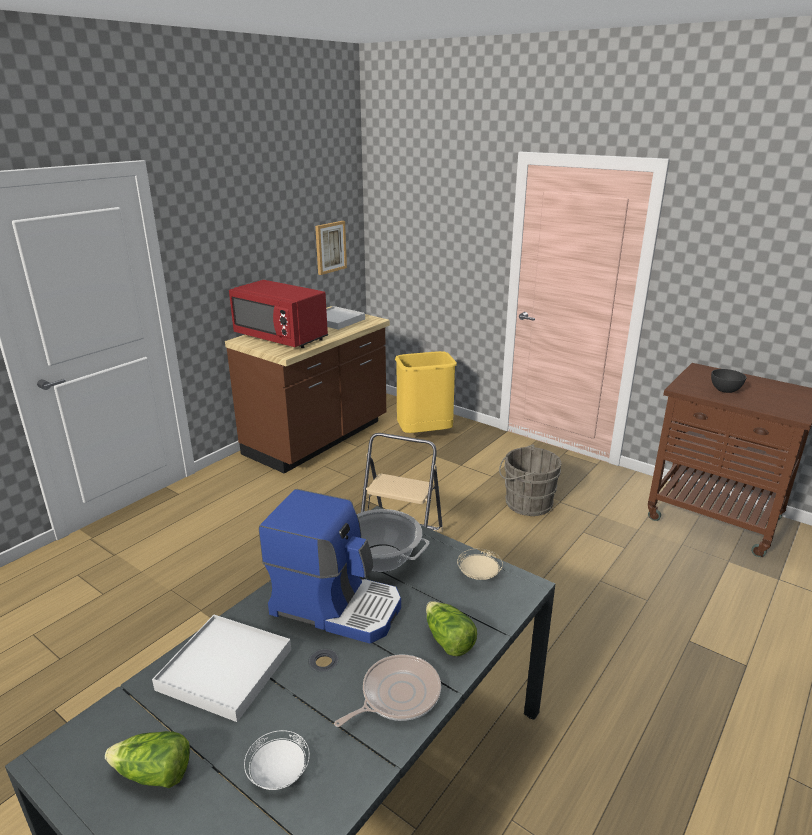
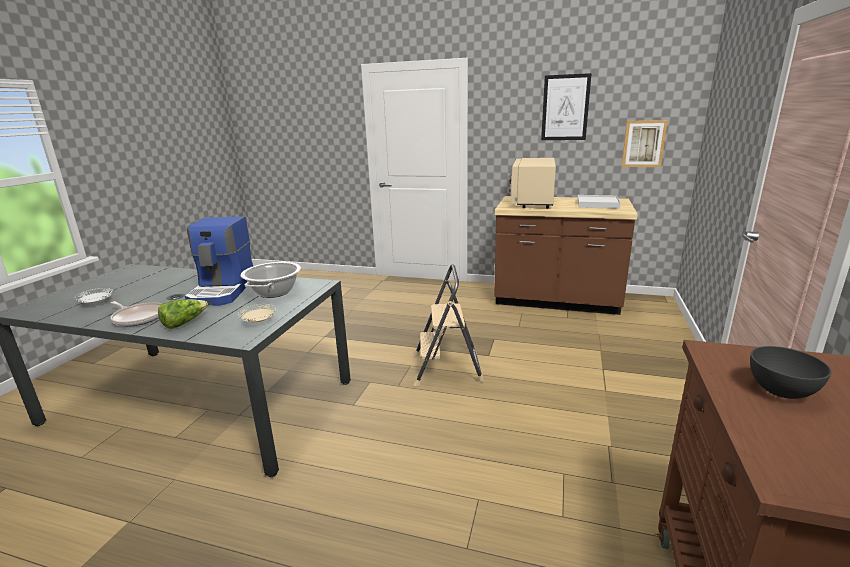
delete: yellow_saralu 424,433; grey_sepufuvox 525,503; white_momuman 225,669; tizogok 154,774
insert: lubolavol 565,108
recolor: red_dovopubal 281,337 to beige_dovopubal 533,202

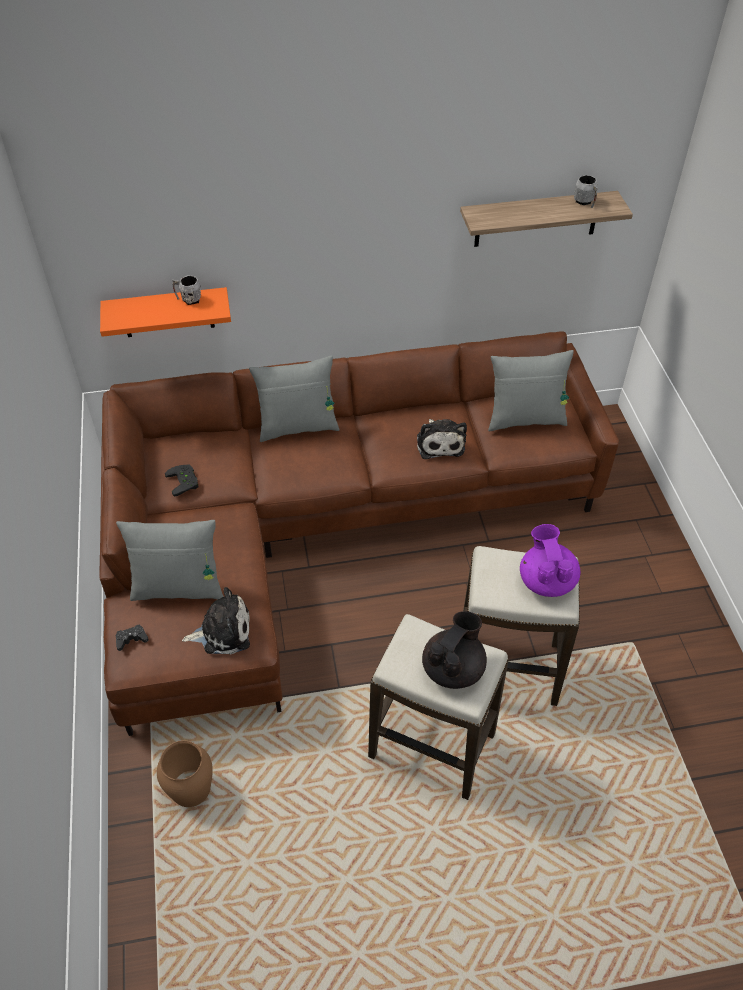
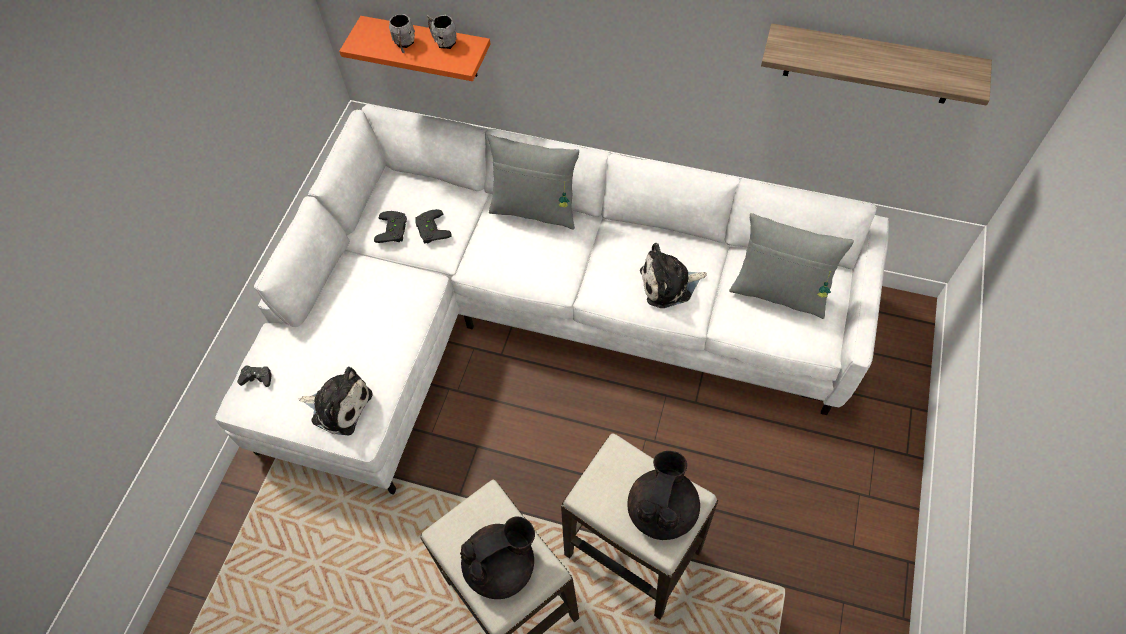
delete: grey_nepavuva 178,588; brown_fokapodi 191,788
insert: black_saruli 430,229
move: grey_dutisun 585,202 to 404,44
recolor: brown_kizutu 322,527 to white_kizutu 537,317; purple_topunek 546,580 to black_topunek 662,509
rotate: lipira 440,443 = 669,284 60 degrees clockwise

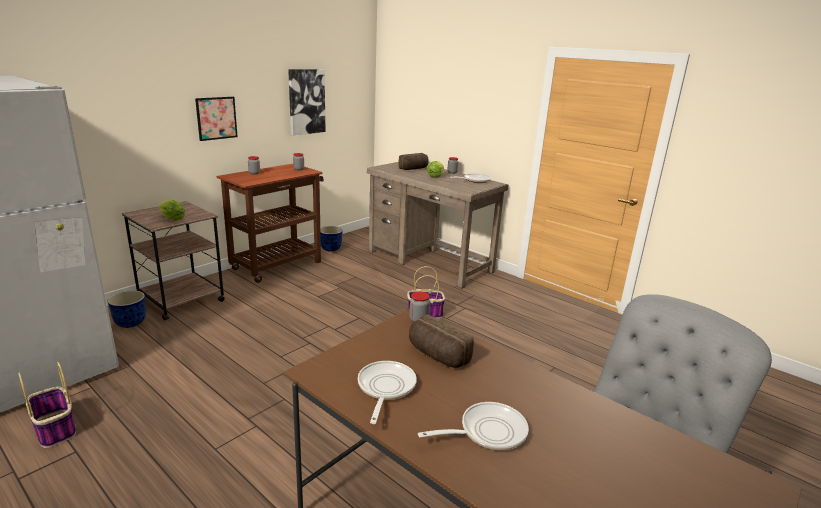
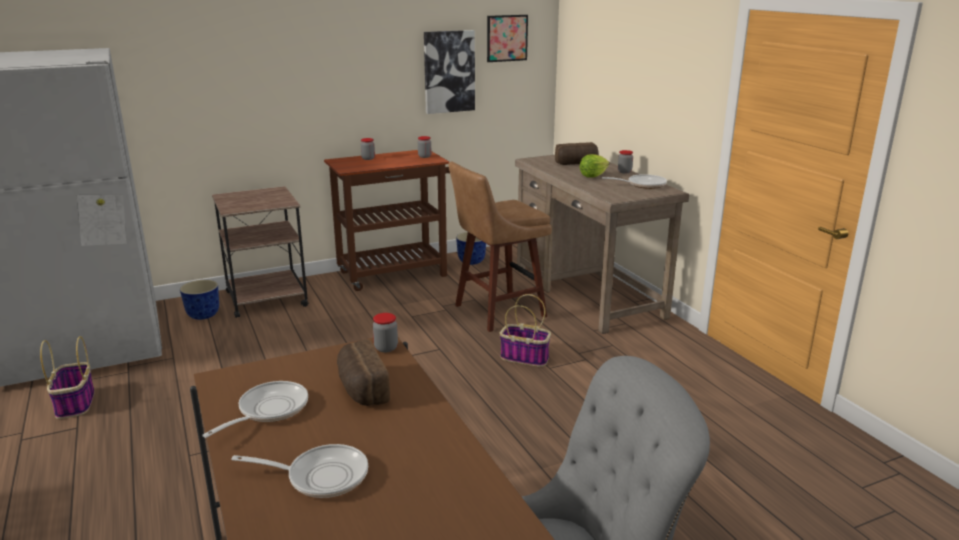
delete: tizogok 171,219
insert: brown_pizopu 497,311
move: lubolavol 216,118 to 507,38

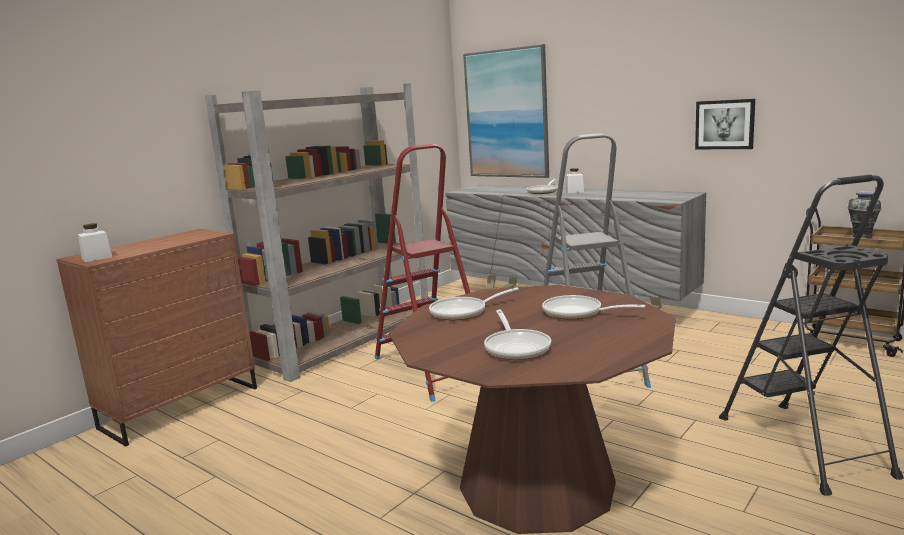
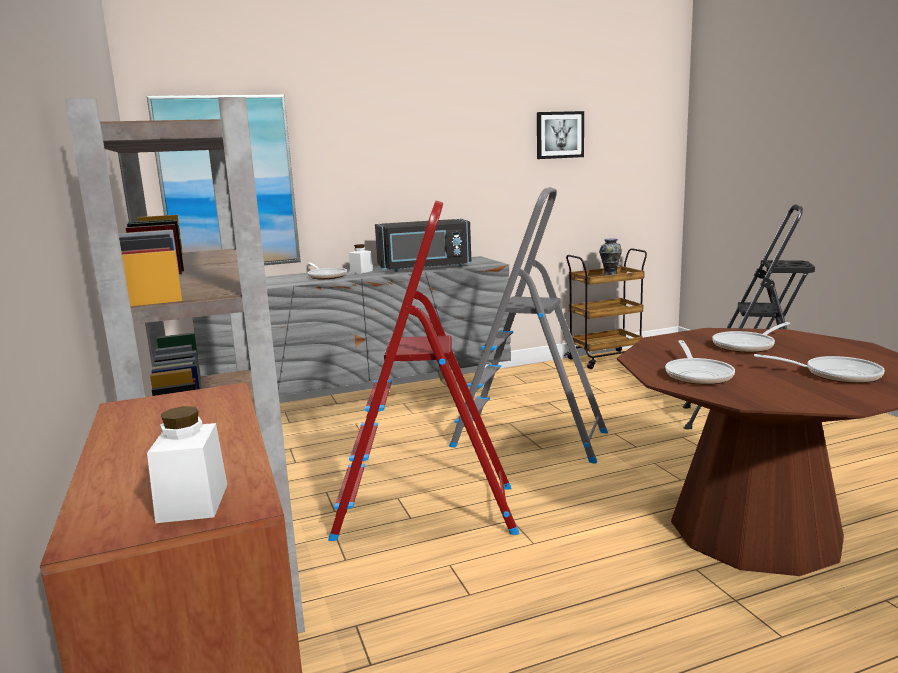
insert: black_dovopubal 425,268
move: lubolavol 725,124 to 559,135

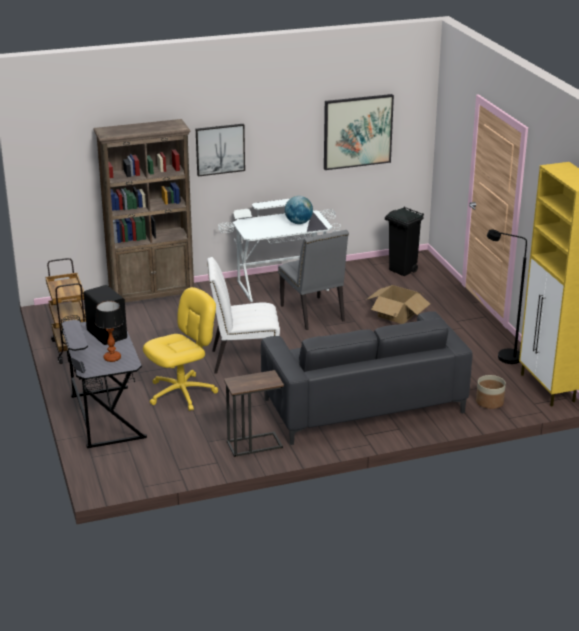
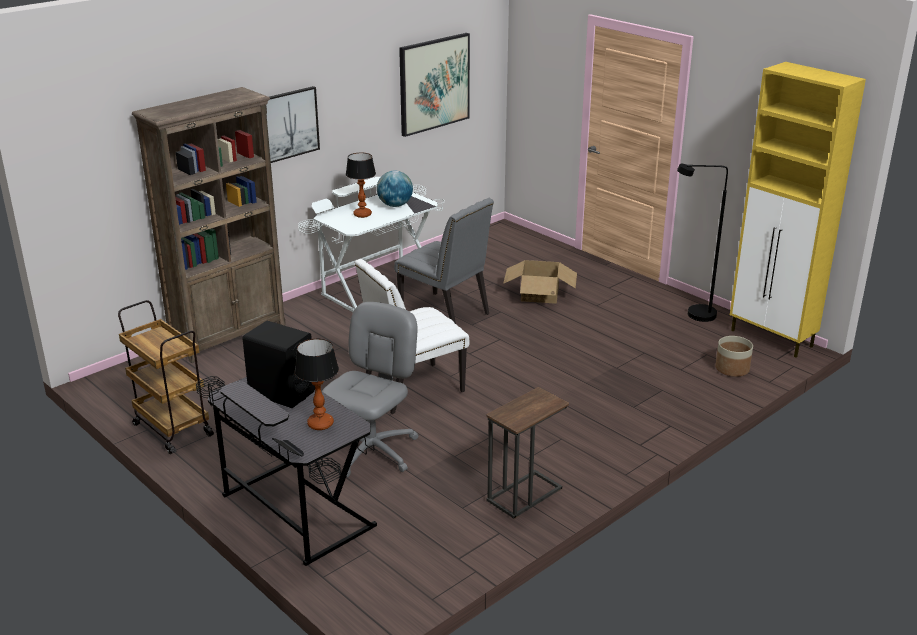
delete: black_saralu 402,270; grey_kizutu 363,406
insert: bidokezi 362,214
recolor: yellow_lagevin 182,393 to grey_lagevin 372,450

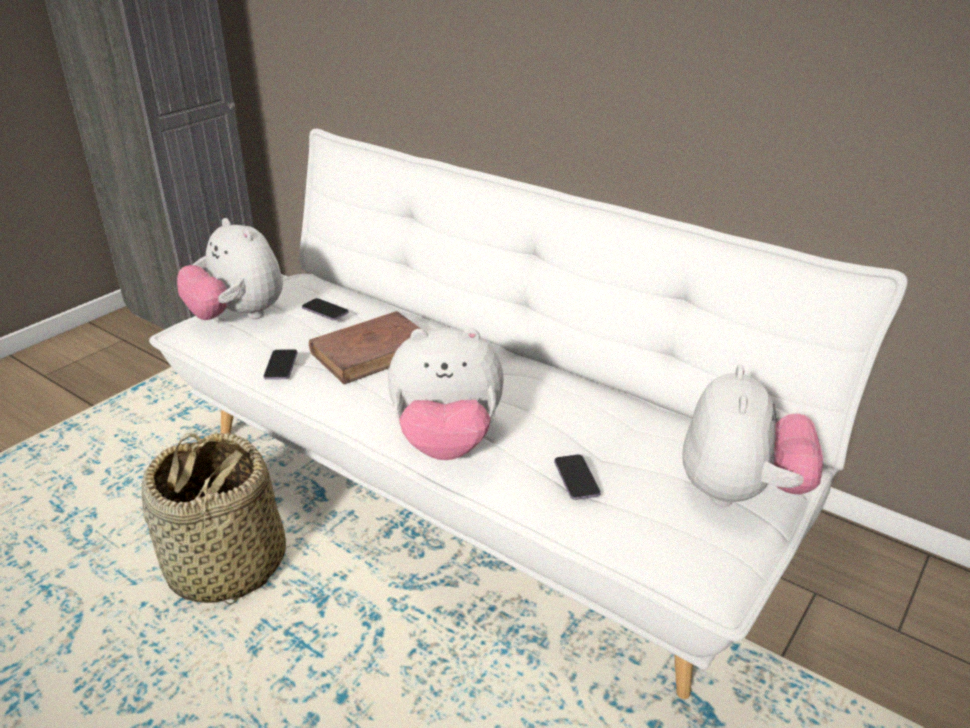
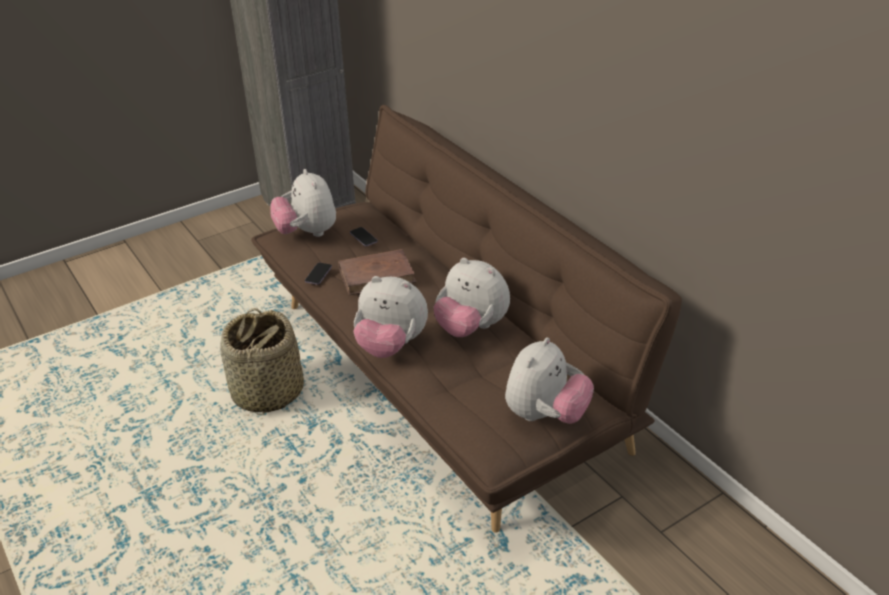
delete: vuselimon 576,478
insert: lipira 471,328
recolor: white_kizutu 485,481 to brown_kizutu 446,374

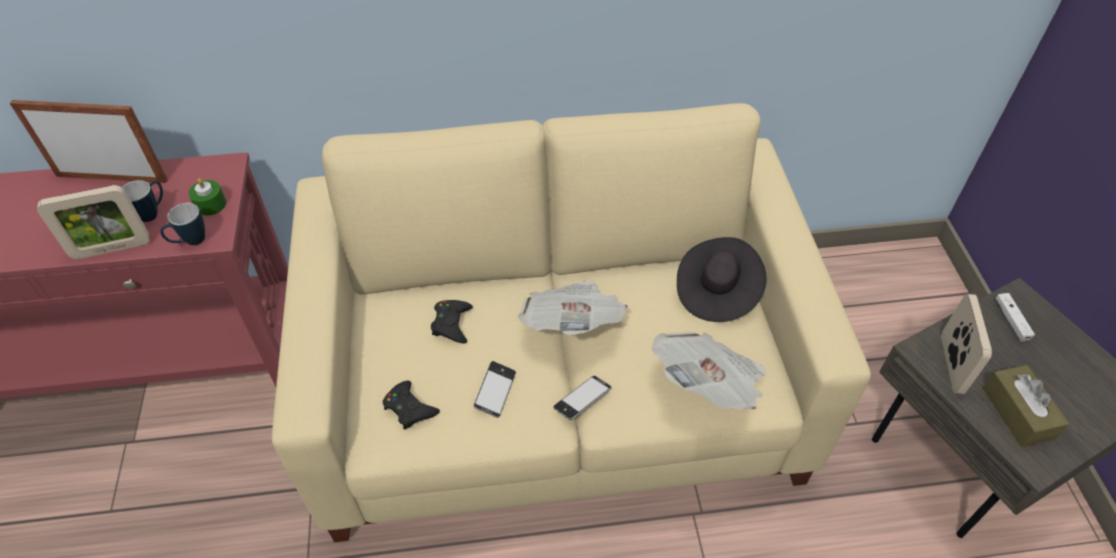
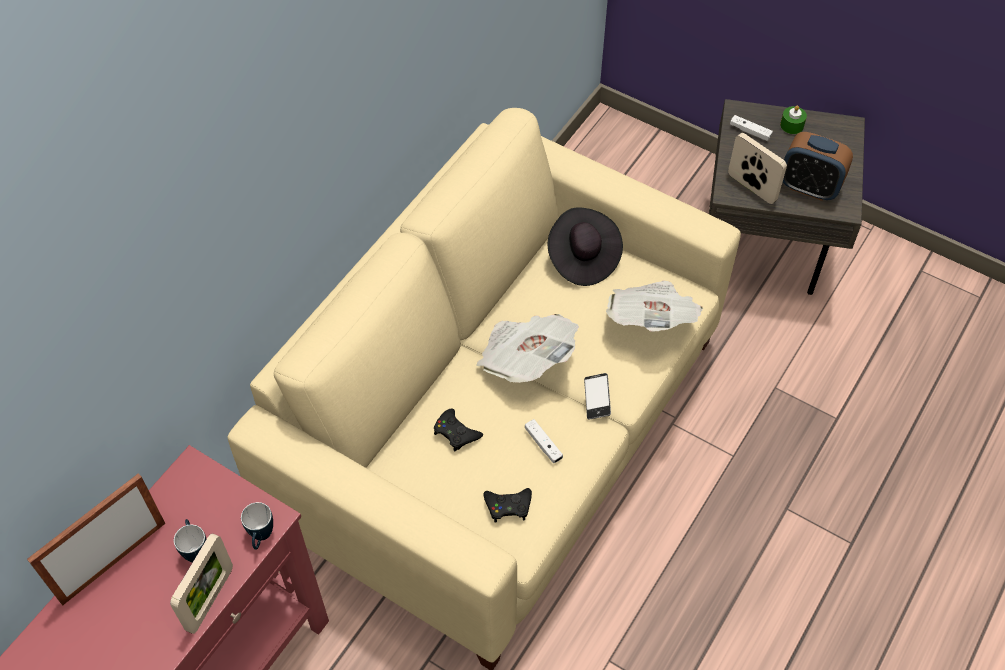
move: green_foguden 210,204 to 791,125
replace: vuselimon 495,392 to white_saruli 543,444; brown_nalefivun 1017,413 to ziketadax 809,187

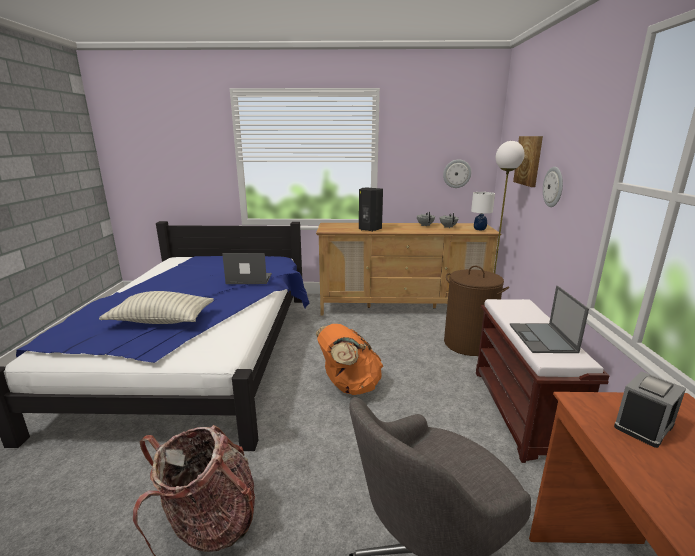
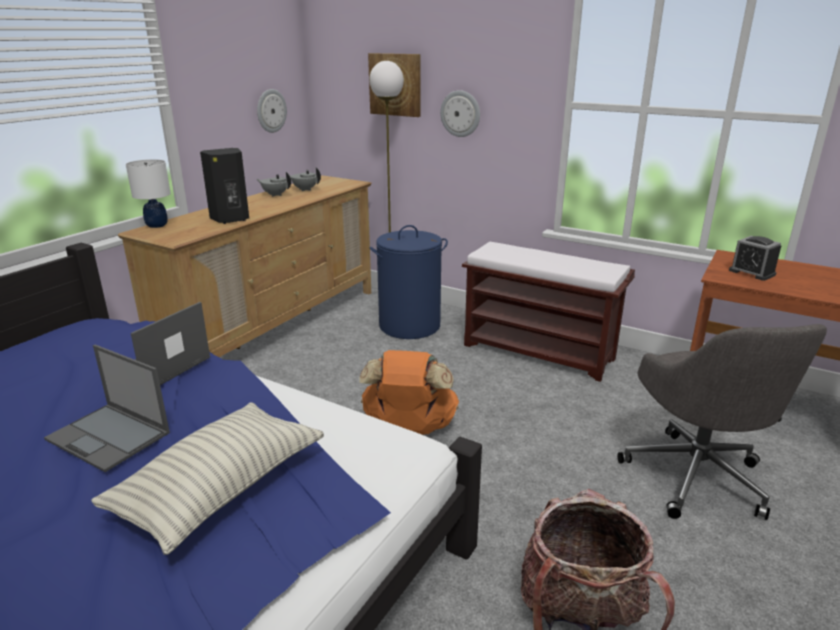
move: white_bidokezi 479,229 to 156,226; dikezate 542,338 to 109,436
recolor: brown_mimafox 468,344 to blue_mimafox 410,325
rotate: ziketadax 643,426 = 752,272 150 degrees clockwise

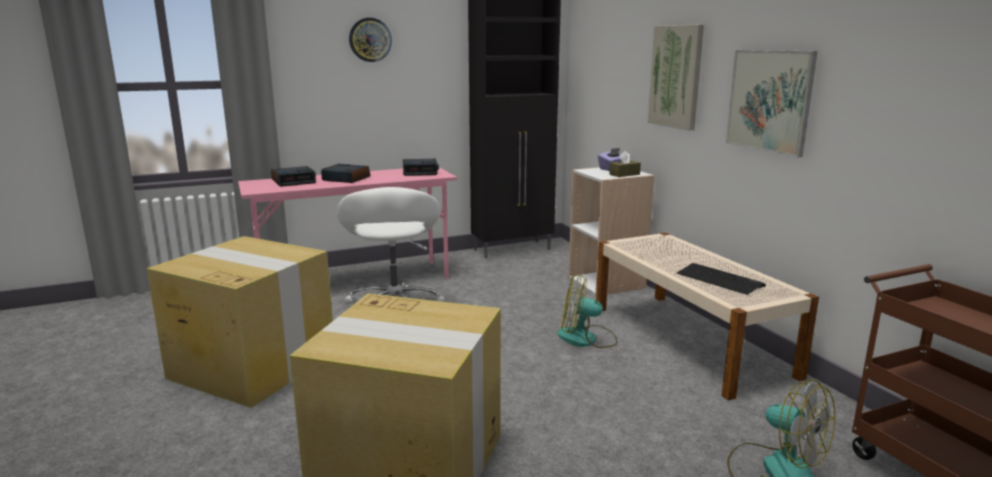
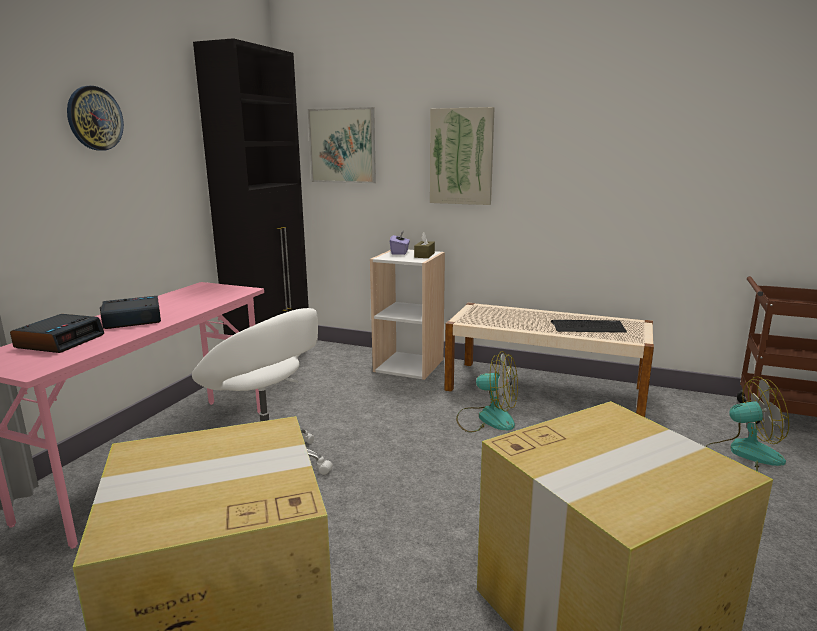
delete: ziketadax 420,172
move: lubolavol 769,101 to 342,146
rotate: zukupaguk 586,339 = 487,418 120 degrees counterclockwise

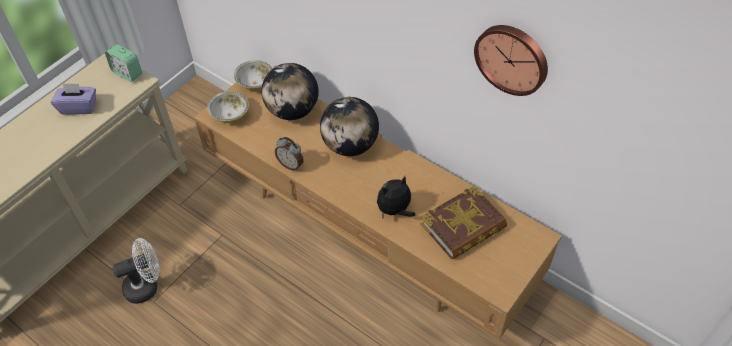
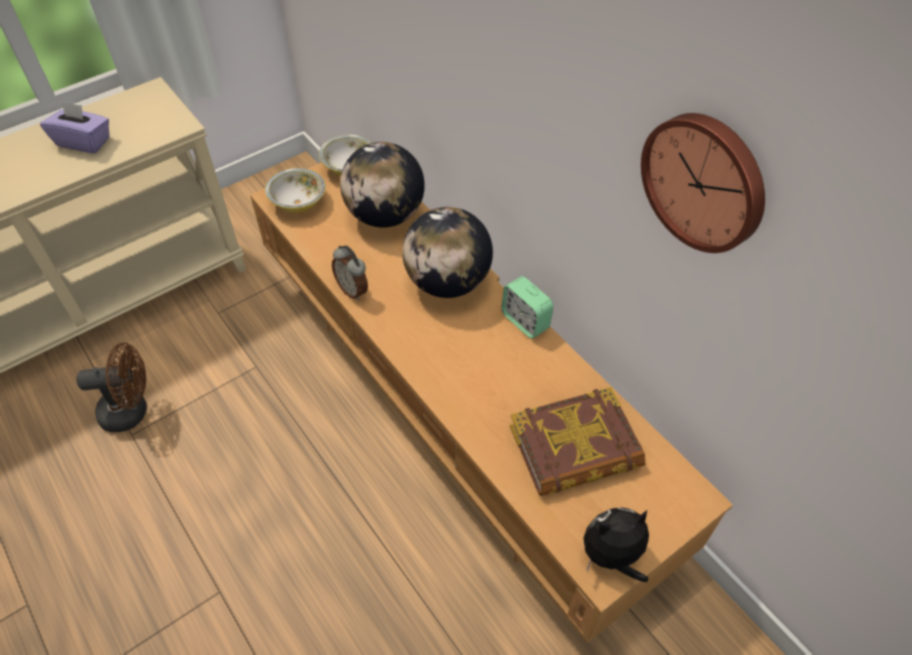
move: ziketadax 127,73 to 525,321; lipira 395,210 to 612,556
recolor: white_zukupaguk 146,286 to brown_zukupaguk 132,411

